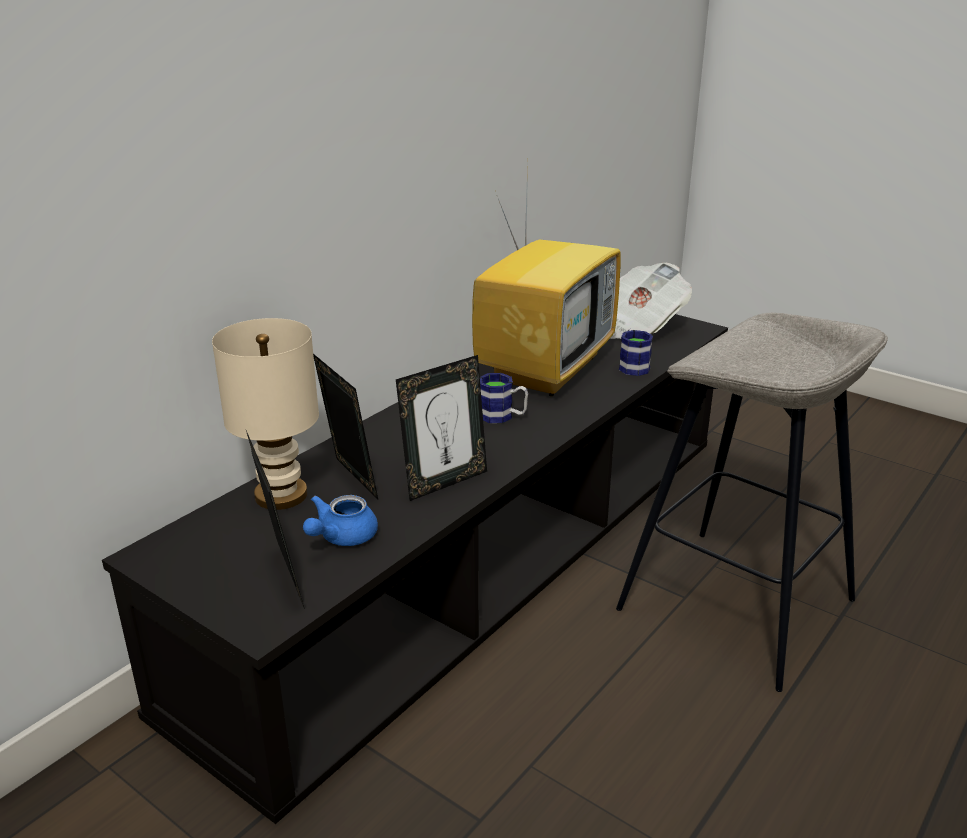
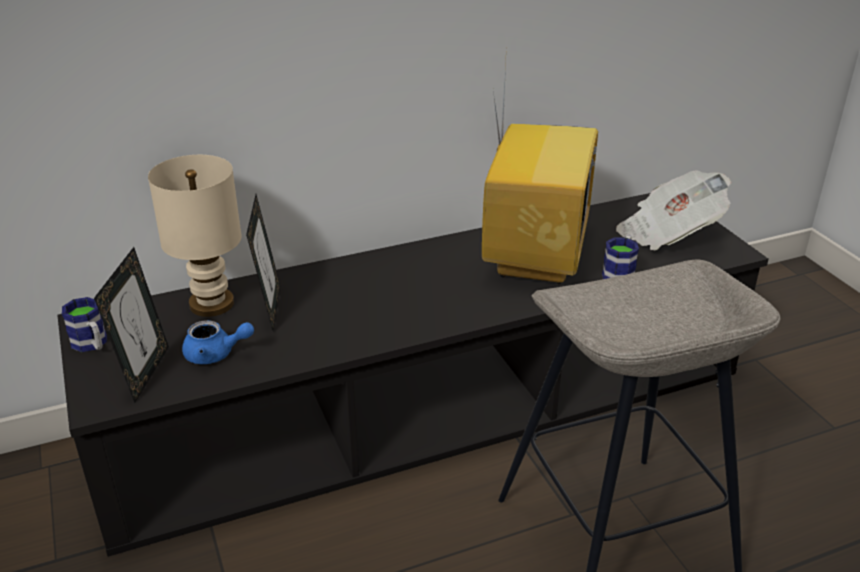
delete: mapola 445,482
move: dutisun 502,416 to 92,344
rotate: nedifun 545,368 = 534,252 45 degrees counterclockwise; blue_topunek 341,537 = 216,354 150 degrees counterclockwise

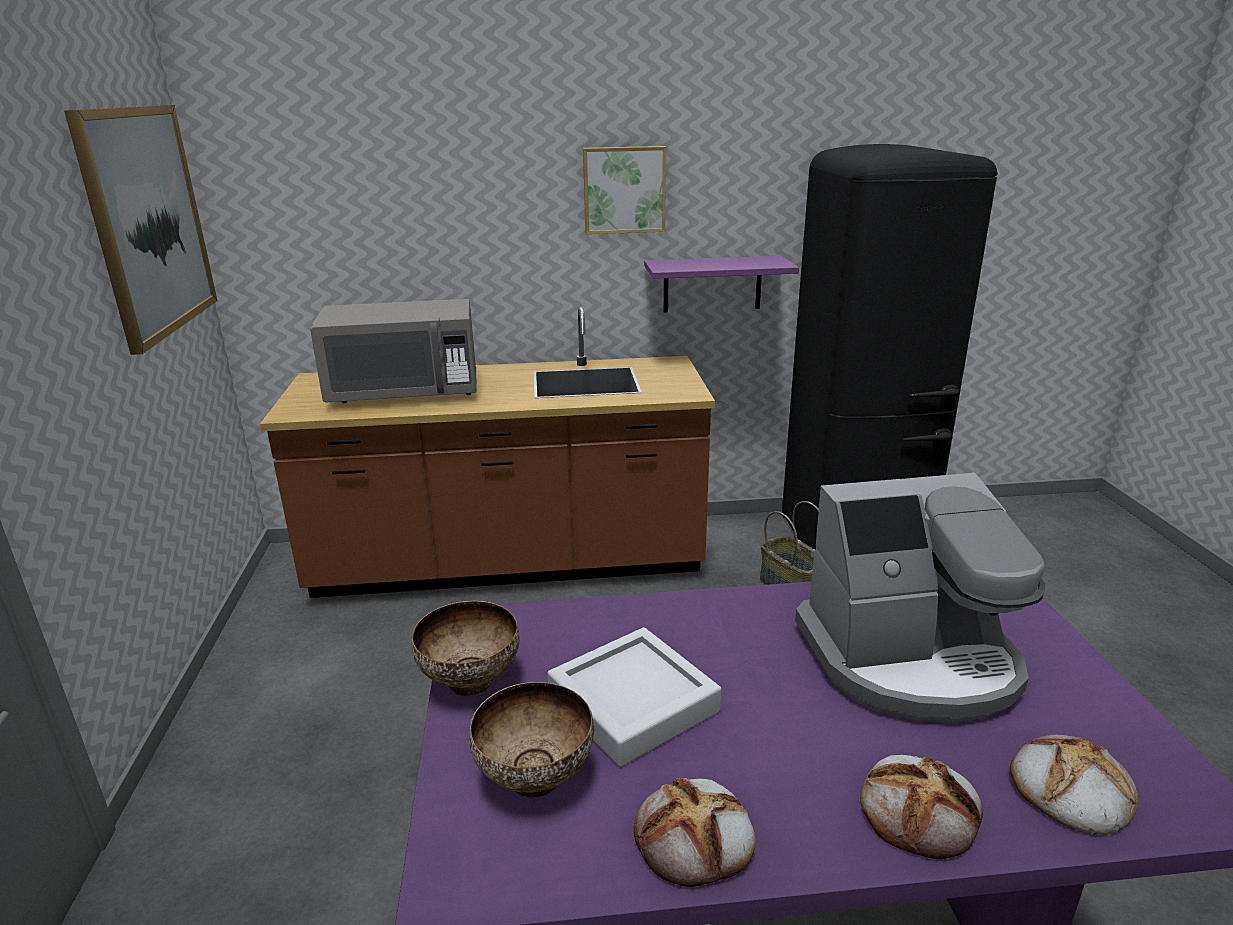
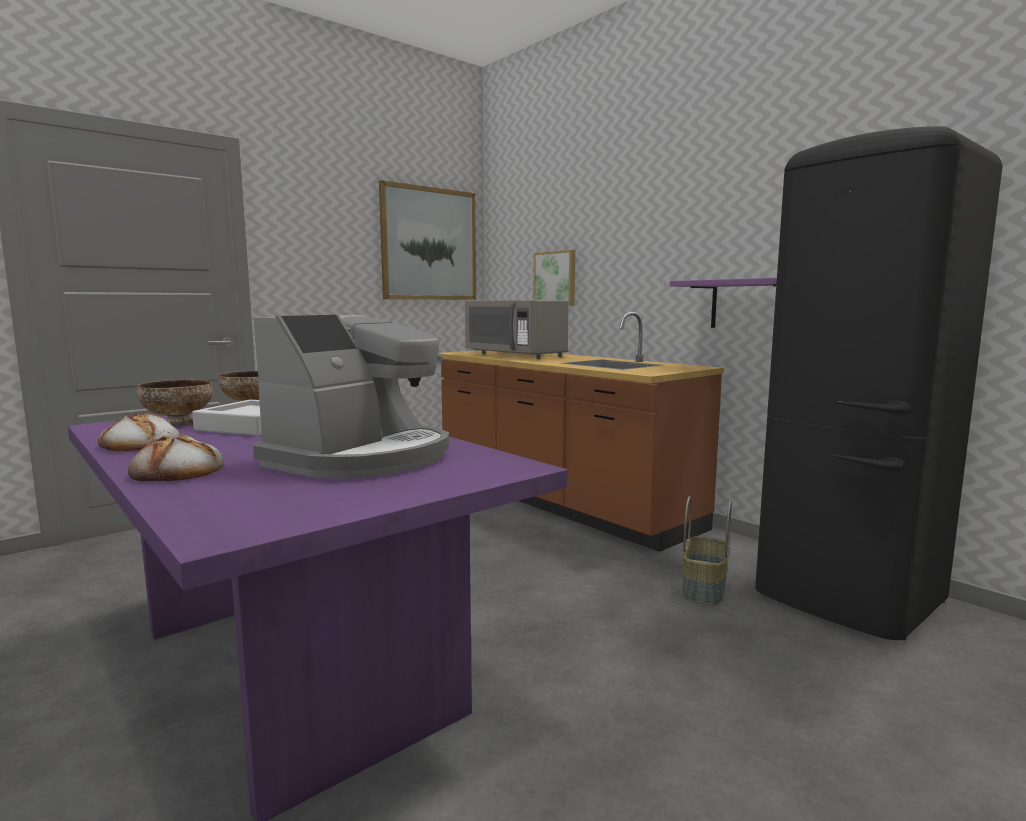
delete: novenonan 1069,789
move: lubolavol 624,190 to 555,278
rotate: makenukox 910,659 = 361,458 105 degrees counterclockwise

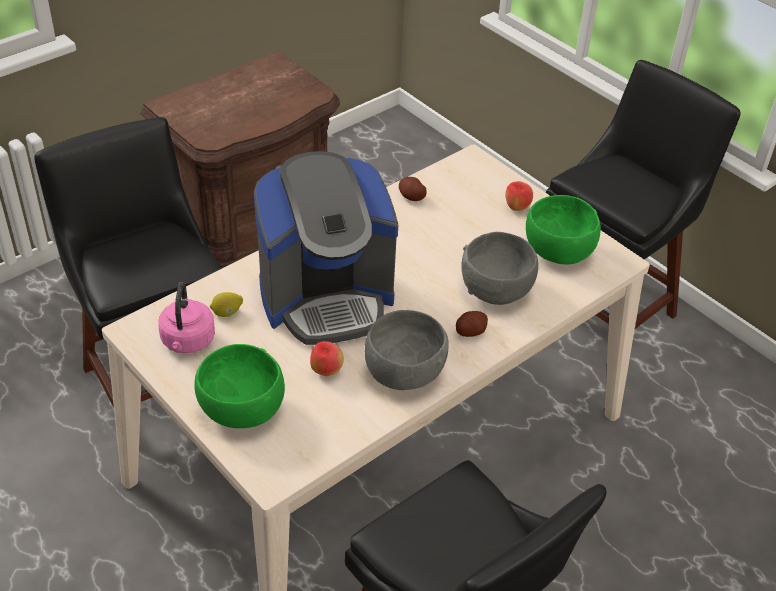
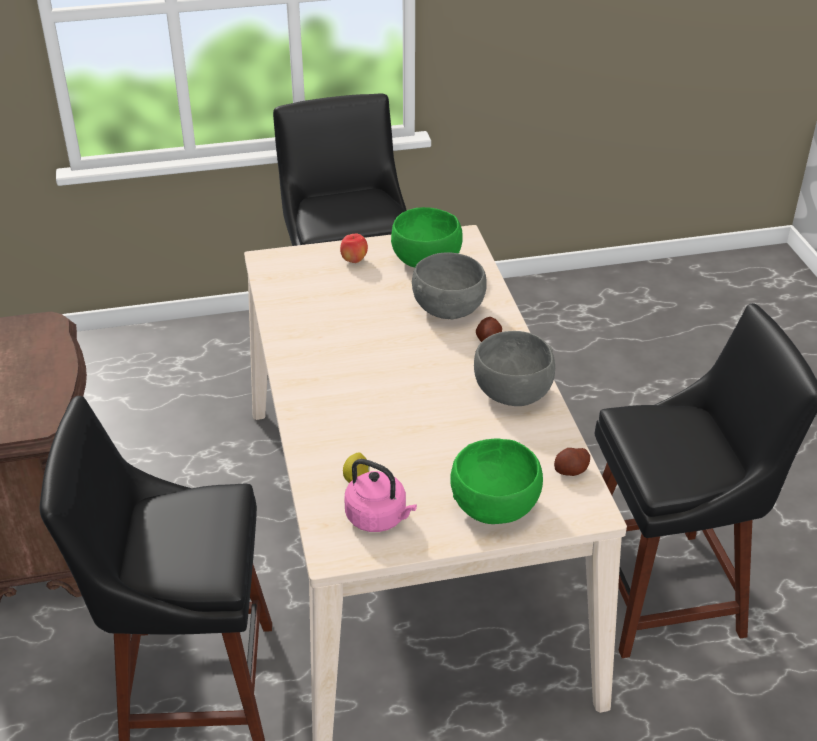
delete: makenukox 326,298; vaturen 326,371
move: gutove 411,197 to 571,471

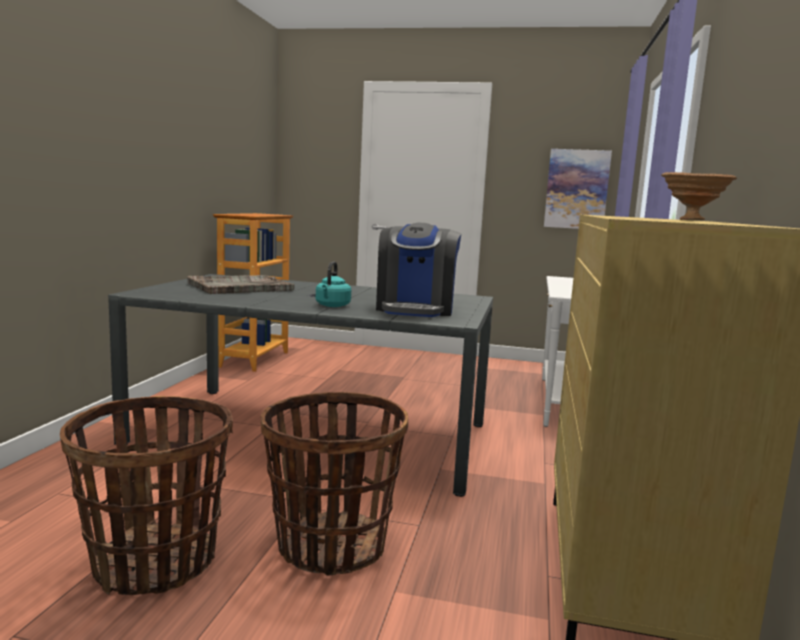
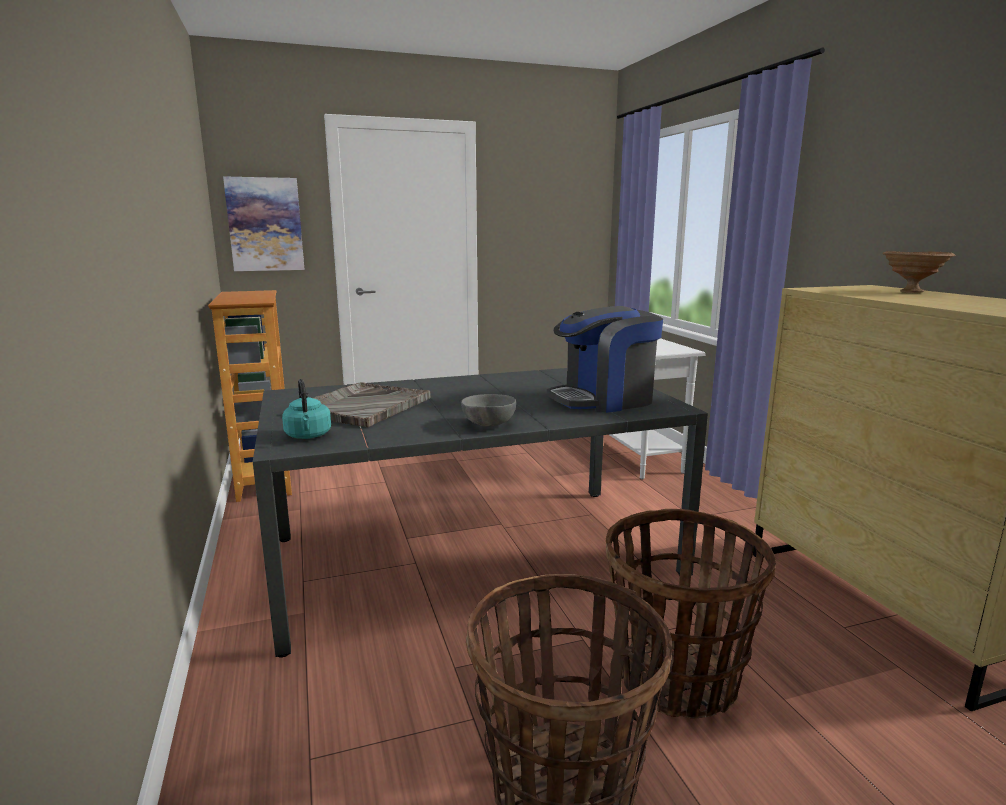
insert: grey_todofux 487,425
move: lubolavol 576,189 to 265,224; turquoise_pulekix 332,306 to 308,436
rotate: makenukox 415,309 = 603,399 90 degrees clockwise

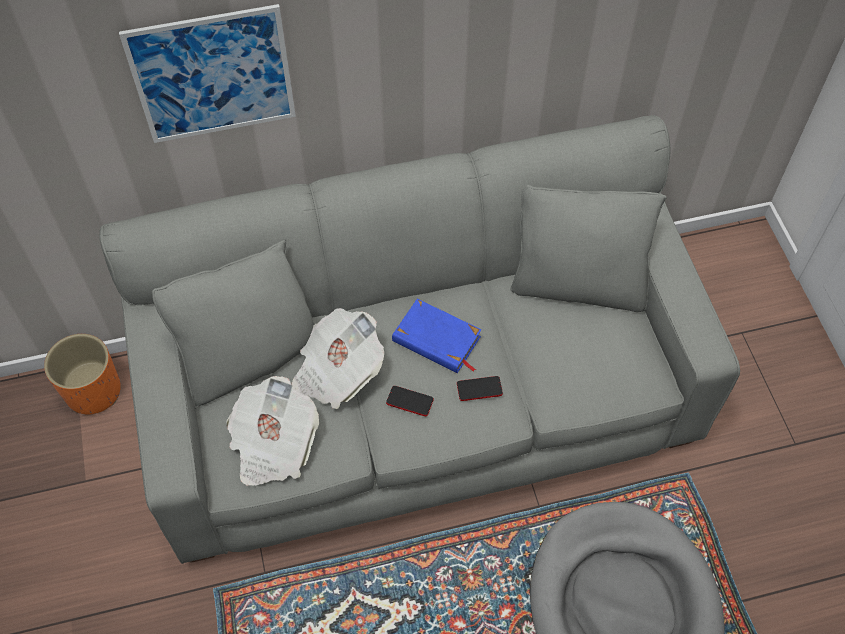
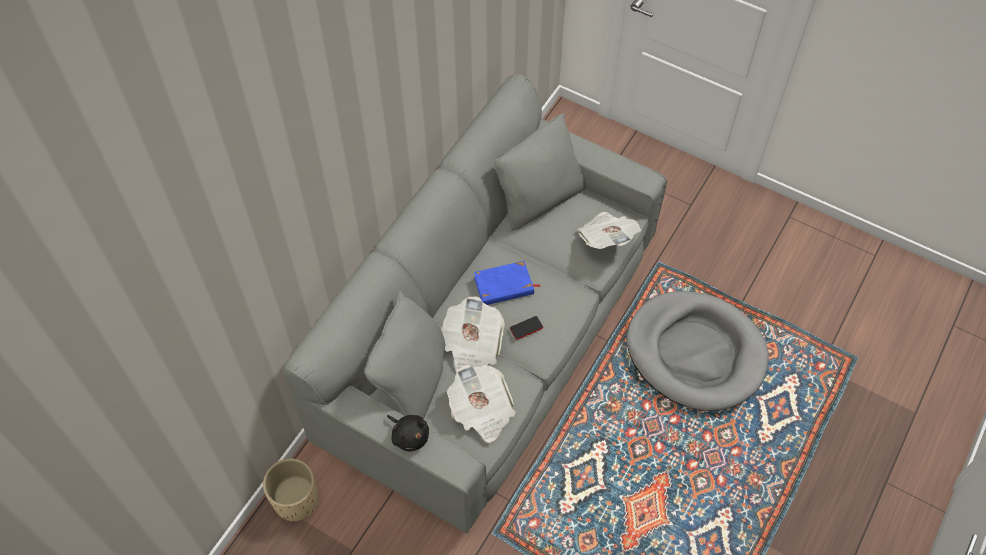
delete: lubolavol 213,75; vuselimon 479,389
insert: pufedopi 607,238; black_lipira 409,436
recolor: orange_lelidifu 94,390 to beige_lelidifu 296,500

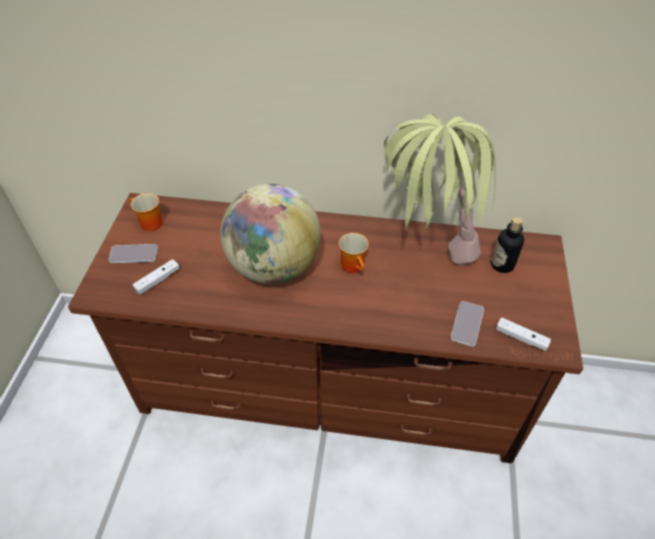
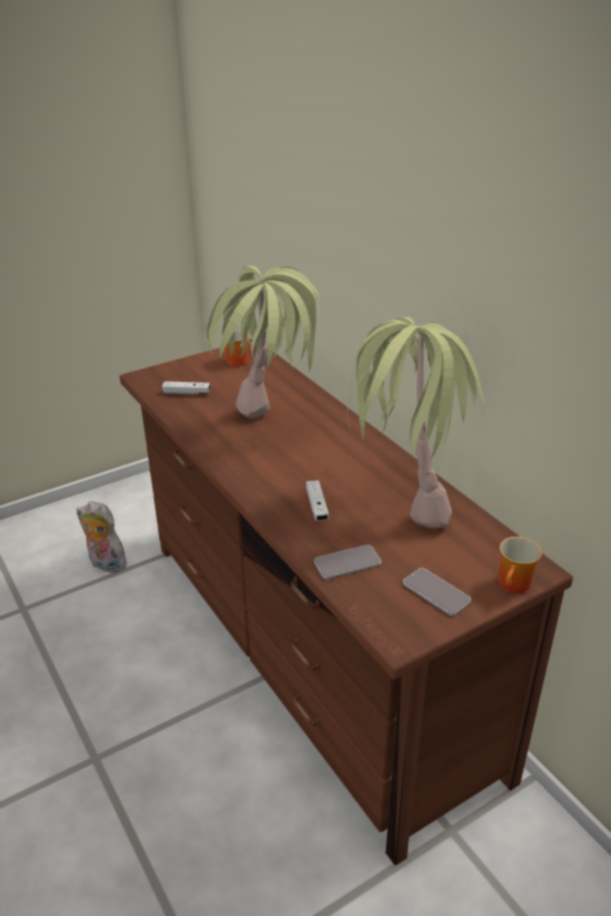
delete: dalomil 502,265
insert: lipira 105,564
move: dutisun 355,266 to 515,585; vuselimon 133,254 to 436,592; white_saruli 521,338 to 317,506
replace: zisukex 274,266 to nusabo 270,431

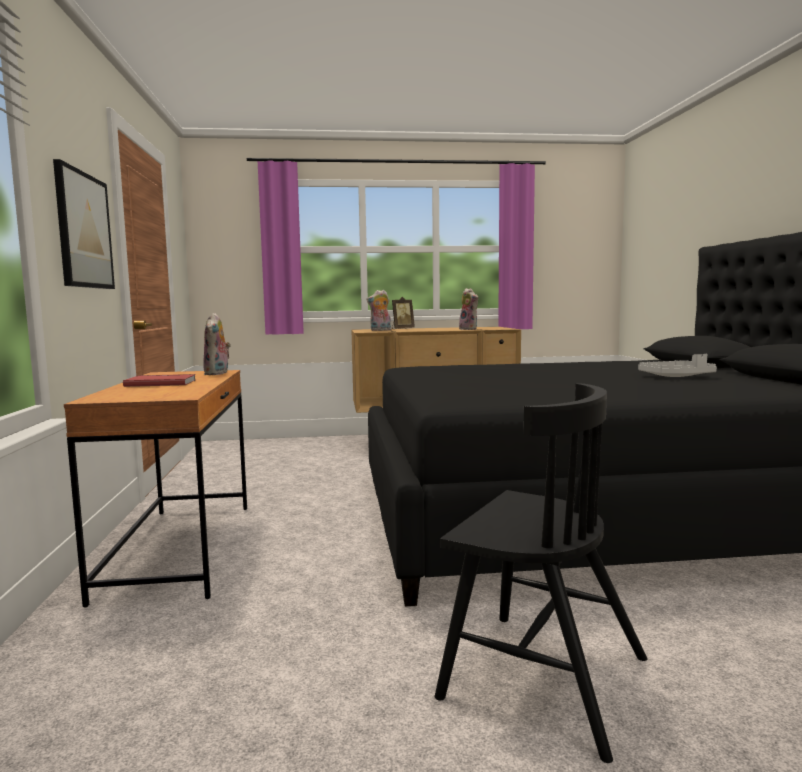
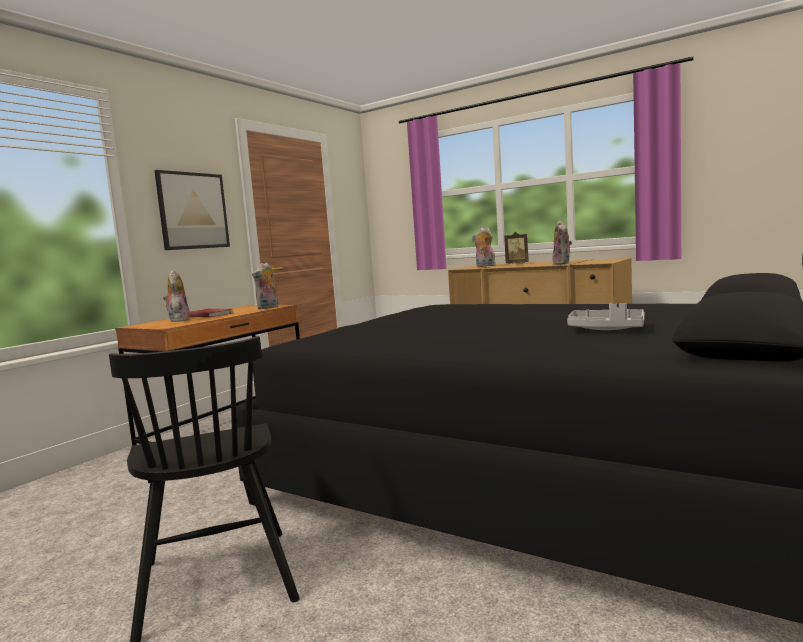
insert: lipira 178,320

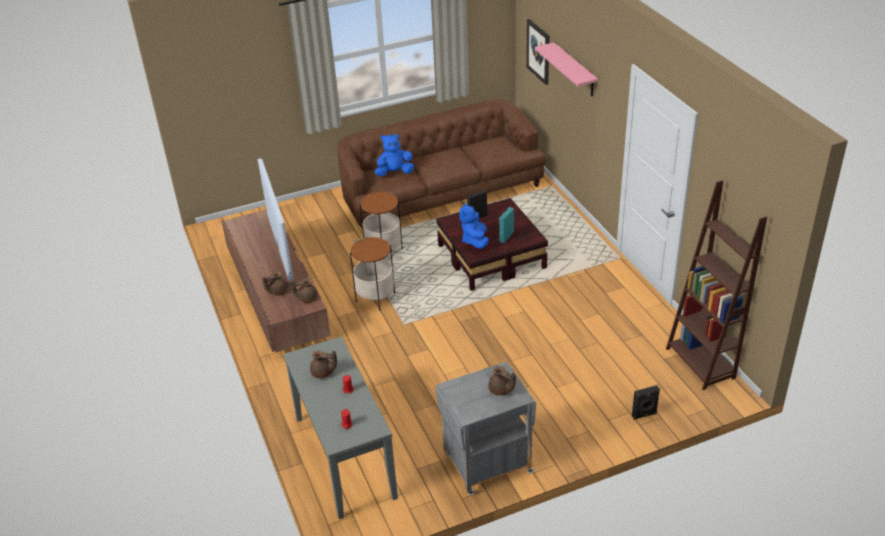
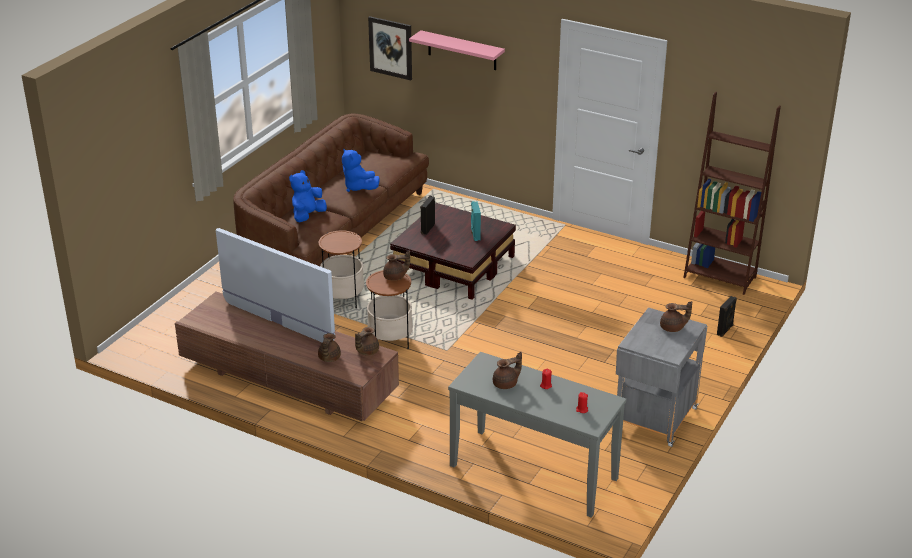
insert: brown_topunek 395,277
move: blue_lipira 475,241 to 358,187

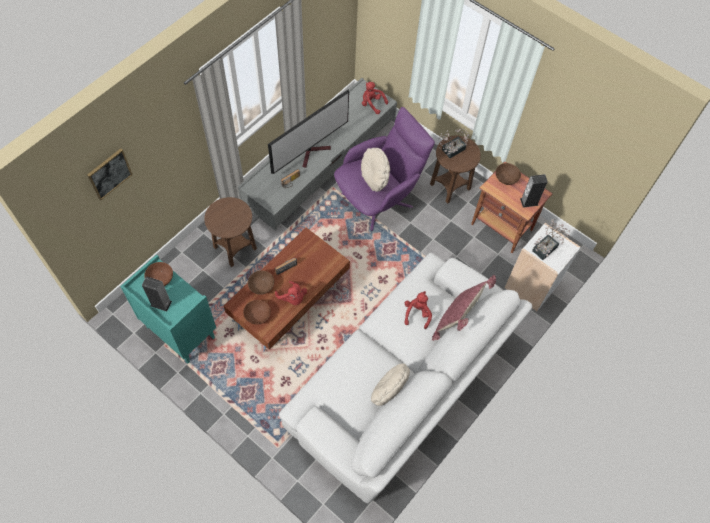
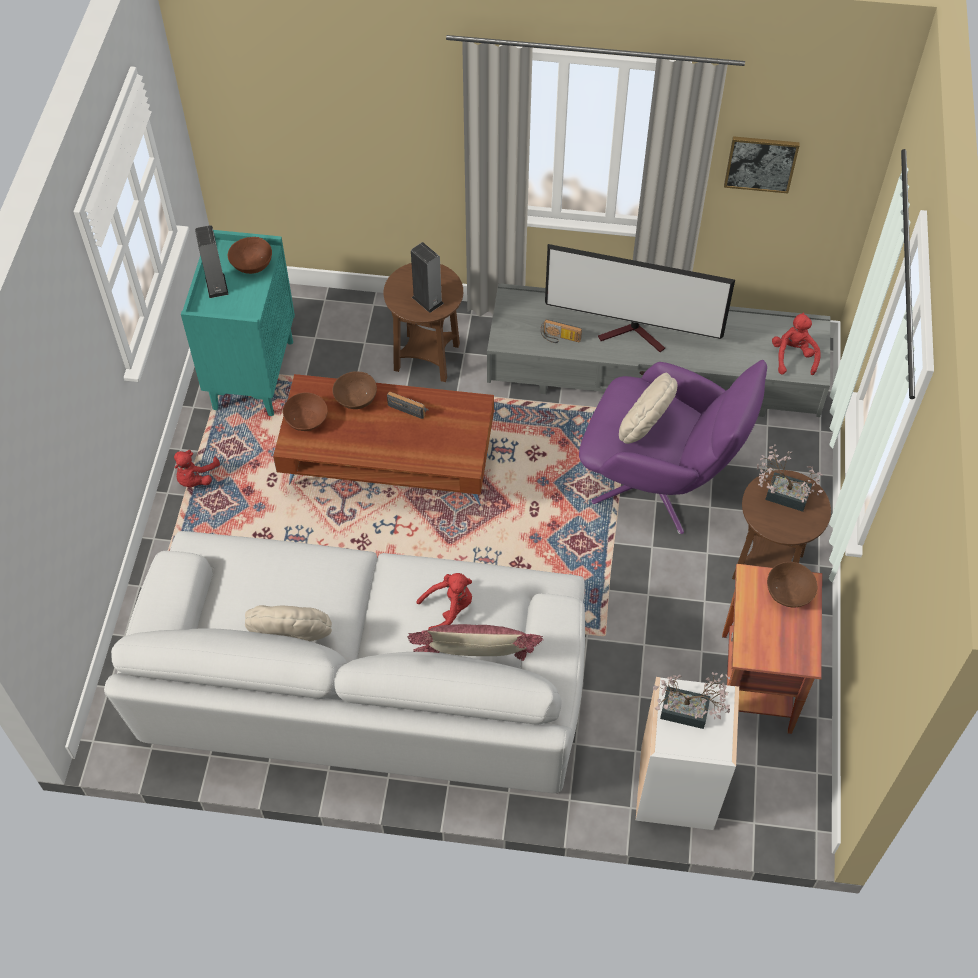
move: lubolavol 109,173 to 761,163; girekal 529,202 to 427,300; red_lipira 292,298 to 195,478

